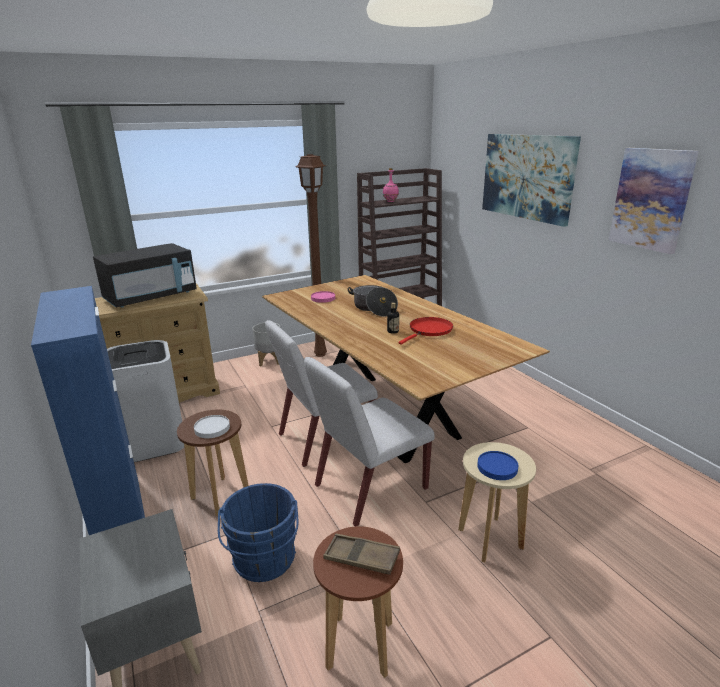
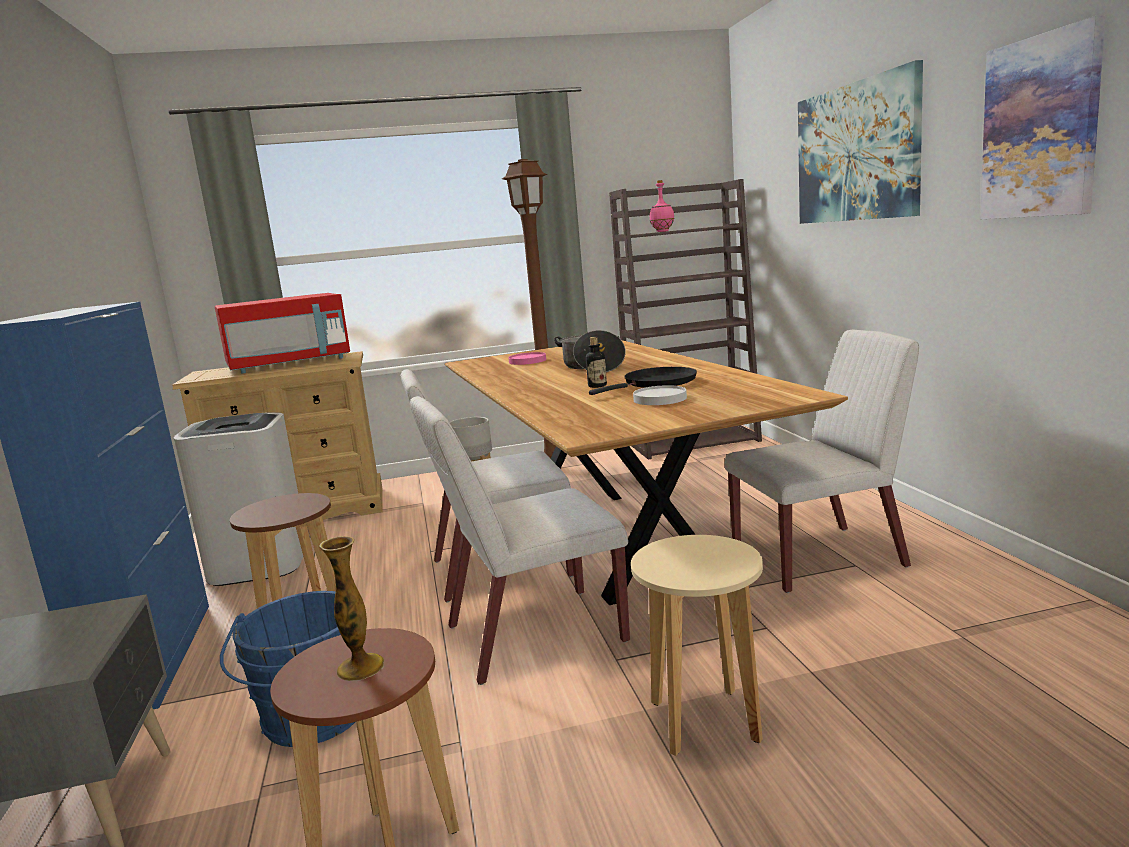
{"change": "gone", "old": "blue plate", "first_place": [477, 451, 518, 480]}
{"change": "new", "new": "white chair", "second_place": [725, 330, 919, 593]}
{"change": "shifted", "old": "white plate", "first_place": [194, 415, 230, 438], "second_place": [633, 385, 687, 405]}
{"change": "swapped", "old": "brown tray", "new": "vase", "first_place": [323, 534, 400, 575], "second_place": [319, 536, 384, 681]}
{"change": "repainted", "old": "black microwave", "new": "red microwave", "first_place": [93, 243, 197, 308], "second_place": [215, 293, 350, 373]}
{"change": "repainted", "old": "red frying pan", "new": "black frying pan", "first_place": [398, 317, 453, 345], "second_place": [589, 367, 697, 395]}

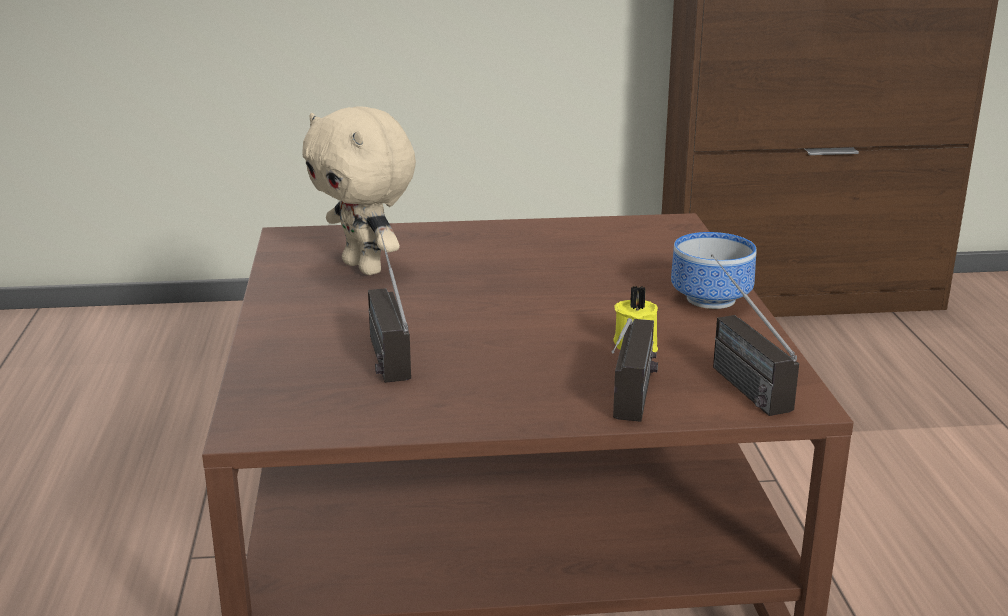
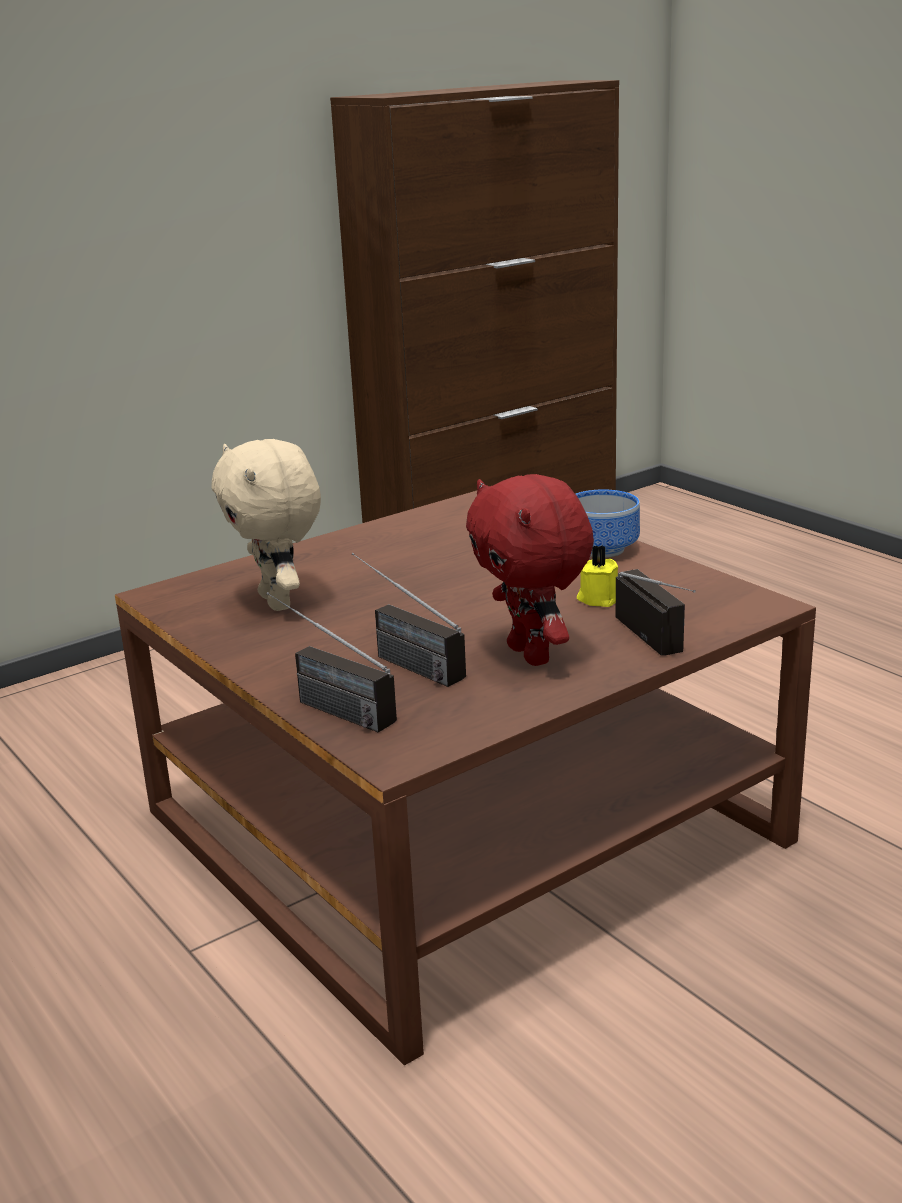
{"change": "new", "new": "red plush toy", "second_place": [466, 474, 594, 666]}
{"change": "shifted", "old": "radio", "first_place": [711, 254, 799, 416], "second_place": [266, 592, 397, 733]}
{"change": "rotated", "old": "beige plush toy", "first_place": [302, 106, 416, 275], "second_place": [211, 439, 321, 611], "degrees": 45}

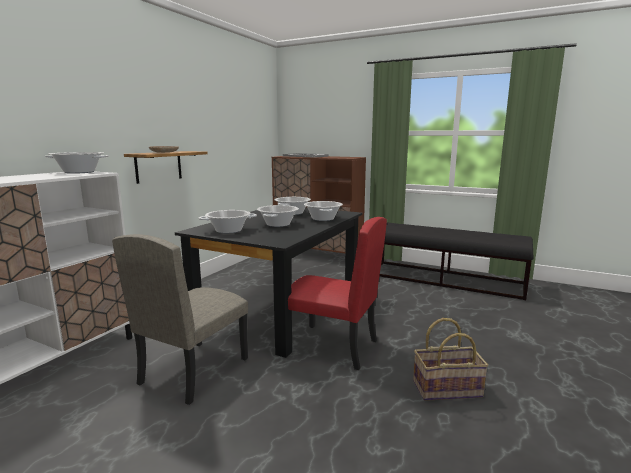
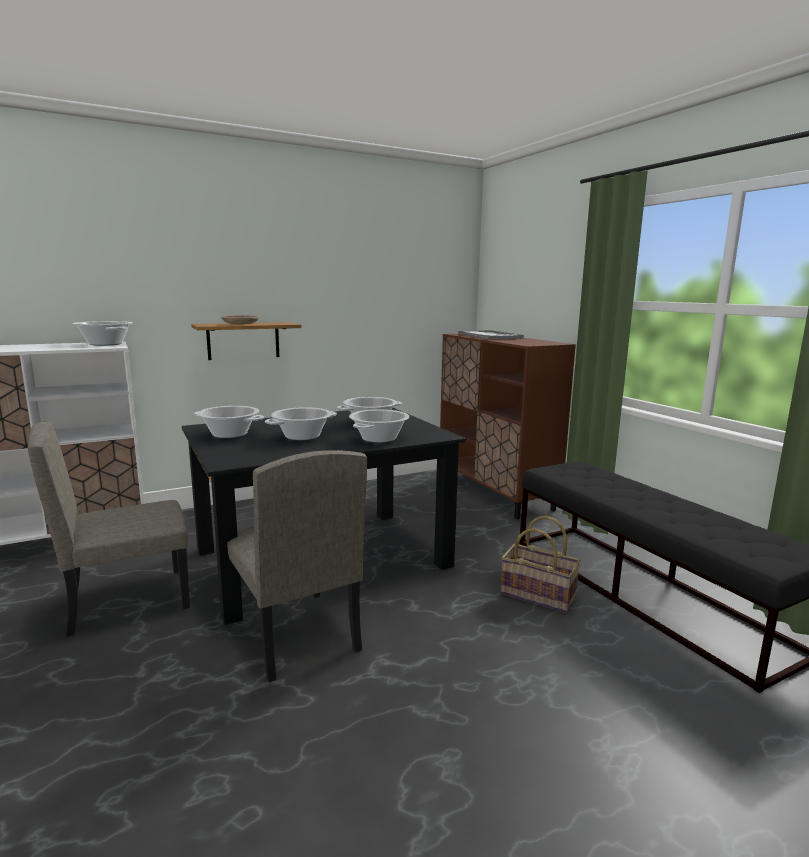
{"change": "shifted", "old": "basket", "first_place": [413, 318, 488, 401], "second_place": [500, 516, 581, 613]}
{"change": "repainted", "old": "red chair", "new": "beige chair", "first_place": [288, 217, 387, 370], "second_place": [227, 450, 367, 682]}

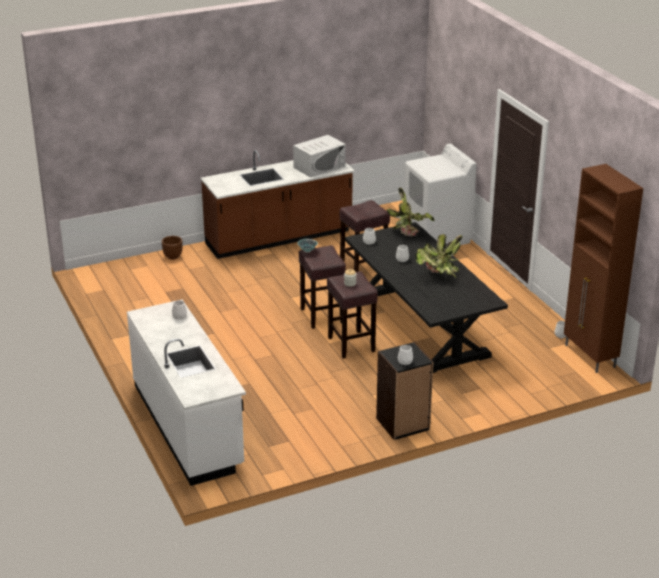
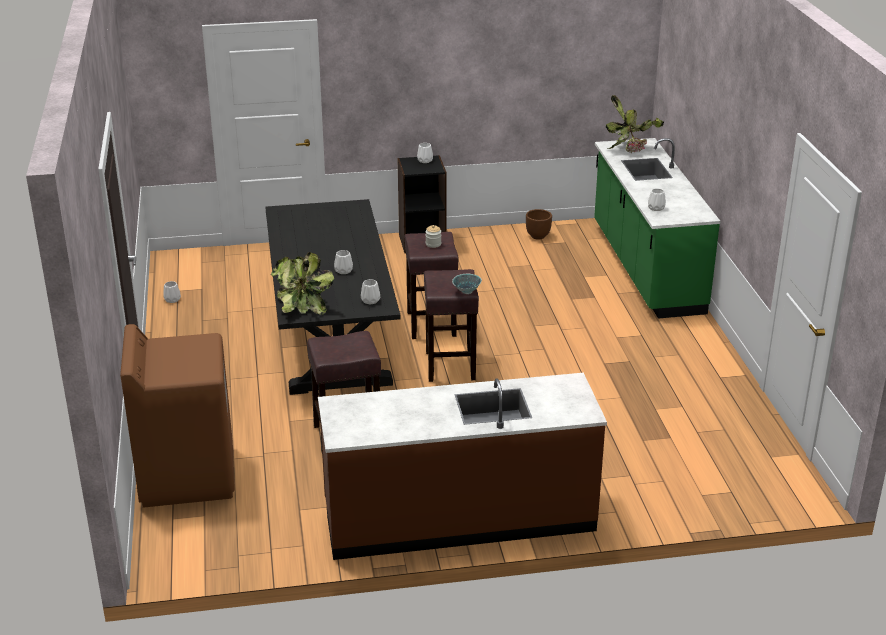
{"change": "gone", "old": "white microwave", "first_place": [293, 135, 345, 178]}
{"change": "gone", "old": "brown cabinet", "first_place": [564, 164, 643, 373]}
{"change": "shifted", "old": "brown planter", "first_place": [162, 236, 183, 260], "second_place": [526, 209, 552, 240]}
{"change": "shifted", "old": "potted plant", "first_place": [415, 234, 462, 277], "second_place": [606, 95, 664, 153]}
{"change": "repainted", "old": "white counter", "new": "green counter", "first_place": [127, 299, 246, 486], "second_place": [594, 138, 720, 319]}
{"change": "repainted", "old": "white washing machine", "new": "brown washing machine", "first_place": [404, 144, 477, 245], "second_place": [120, 324, 235, 508]}

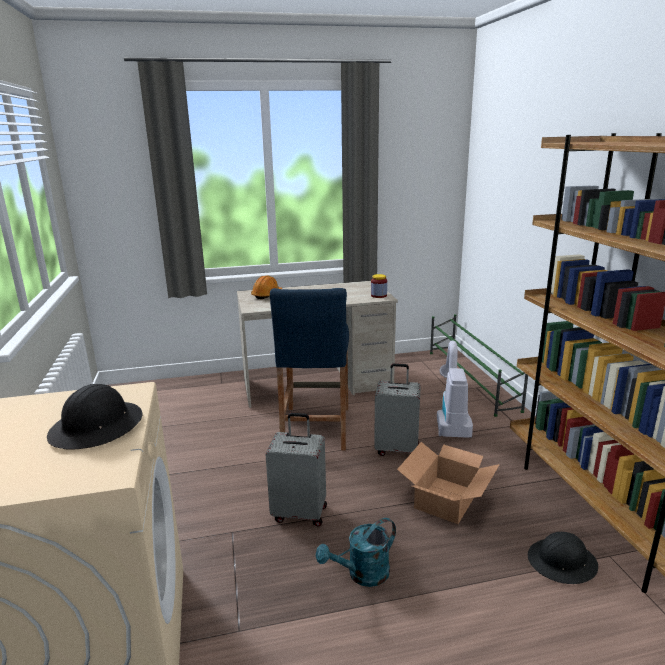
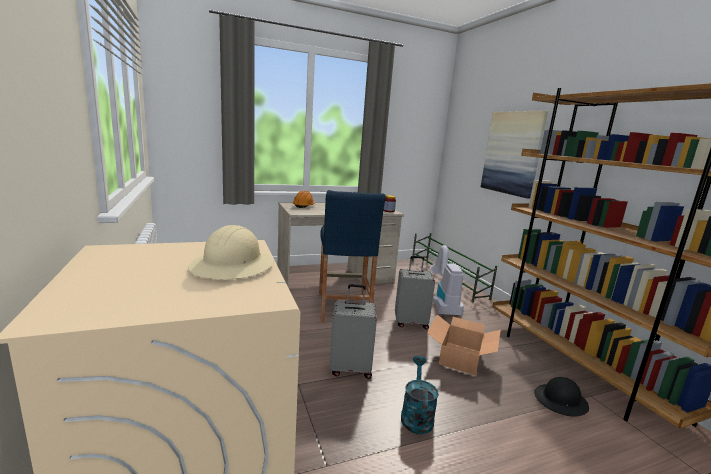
{"change": "new", "new": "picture", "second_place": [481, 110, 548, 199]}
{"change": "repainted", "old": "black hard hat", "new": "beige hard hat", "first_place": [47, 384, 142, 450], "second_place": [188, 225, 274, 280]}
{"change": "rotated", "old": "turquoise watering can", "first_place": [316, 518, 396, 587], "second_place": [401, 356, 439, 434], "degrees": 135}

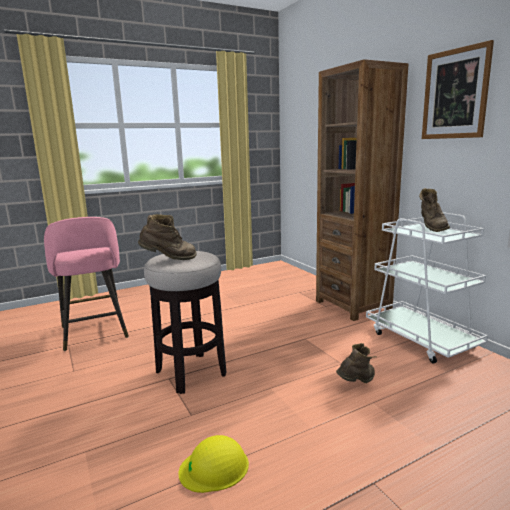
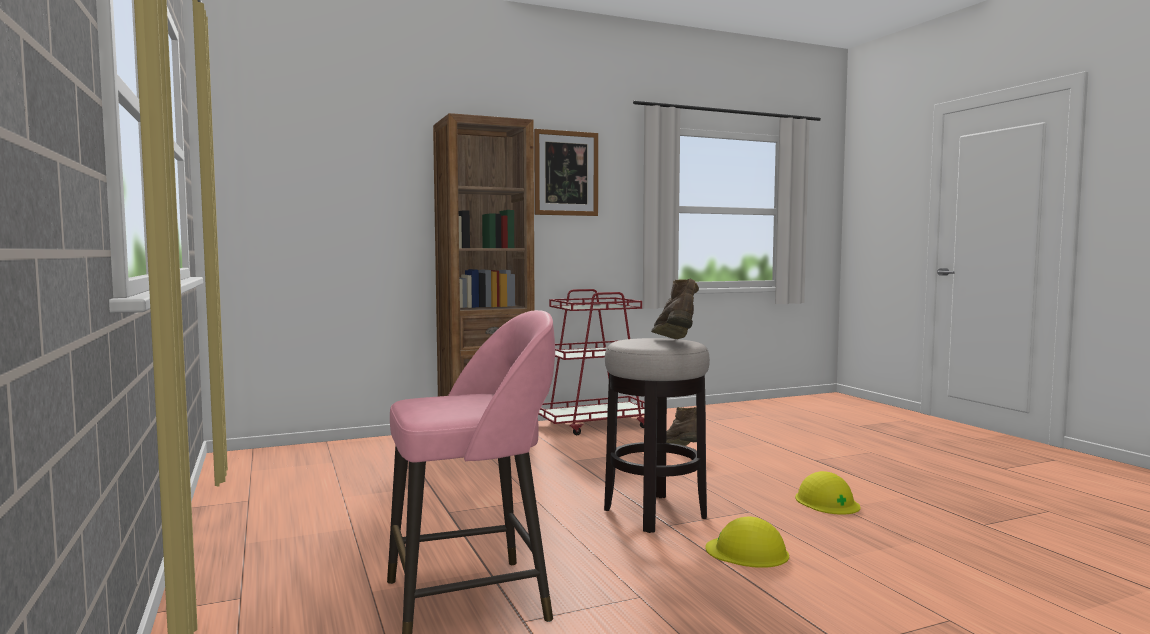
{"change": "gone", "old": "brown boot", "first_place": [419, 188, 450, 232]}
{"change": "new", "new": "yellow hard hat", "second_place": [705, 517, 789, 568]}
{"change": "repainted", "old": "white cart", "new": "red cart", "first_place": [366, 212, 488, 364], "second_place": [539, 289, 645, 435]}

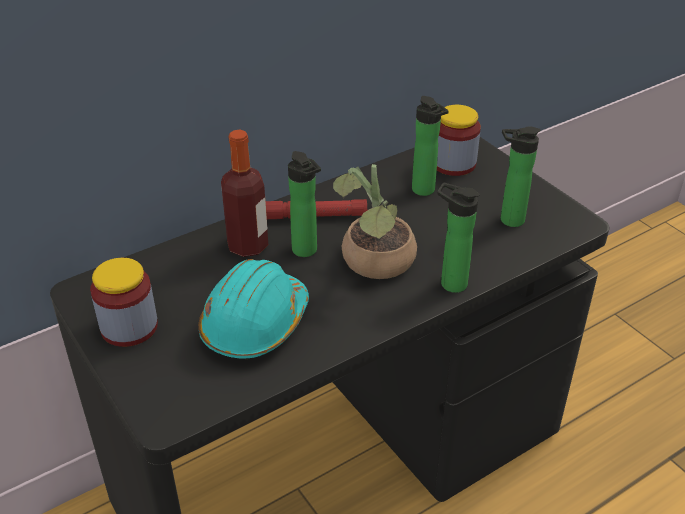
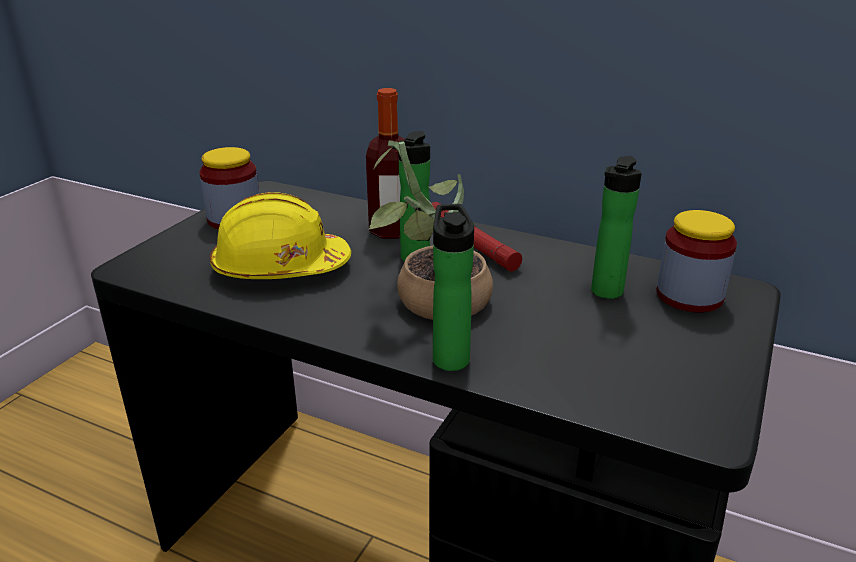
{"change": "gone", "old": "bottle", "first_place": [501, 126, 540, 227]}
{"change": "repainted", "old": "turquoise hard hat", "new": "yellow hard hat", "first_place": [199, 259, 309, 359], "second_place": [210, 192, 351, 279]}

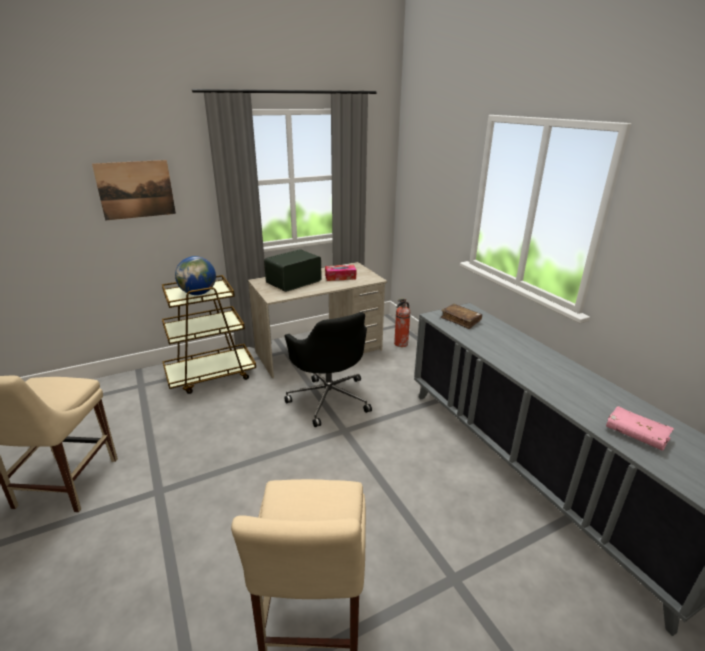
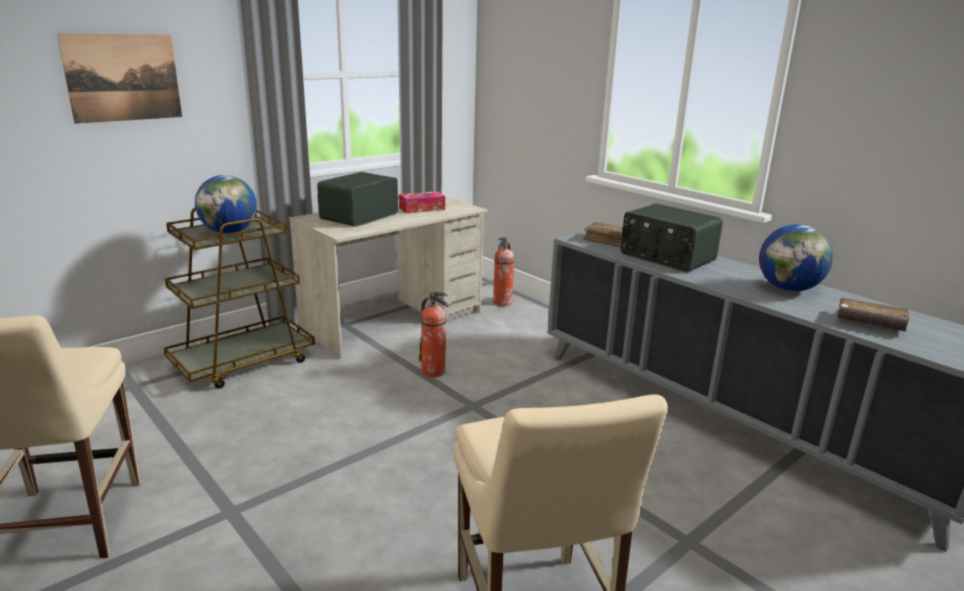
{"change": "new", "new": "radio", "second_place": [620, 204, 723, 272]}
{"change": "new", "new": "globe", "second_place": [759, 224, 833, 291]}
{"change": "swapped", "old": "black office chair", "new": "fire extinguisher", "first_place": [284, 312, 372, 427], "second_place": [418, 292, 449, 377]}
{"change": "repainted", "old": "pink book", "new": "brown book", "first_place": [606, 406, 674, 451], "second_place": [837, 297, 909, 331]}

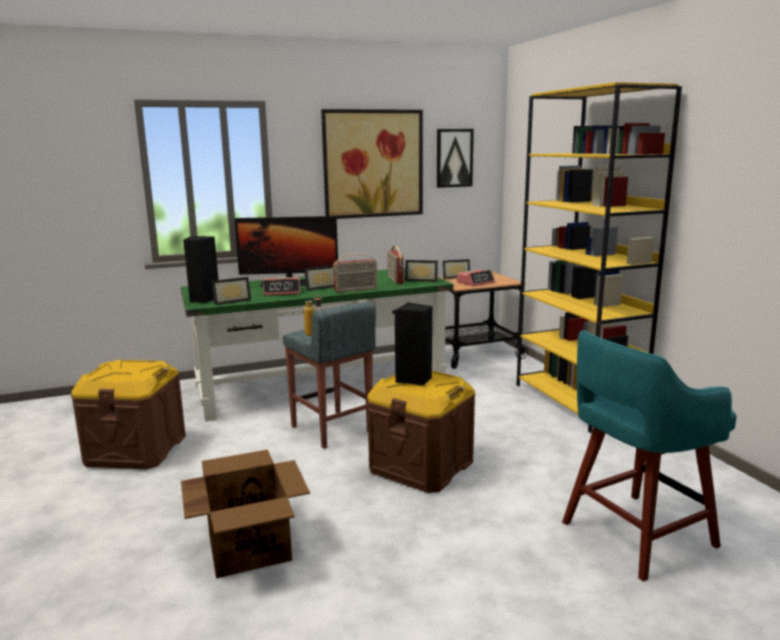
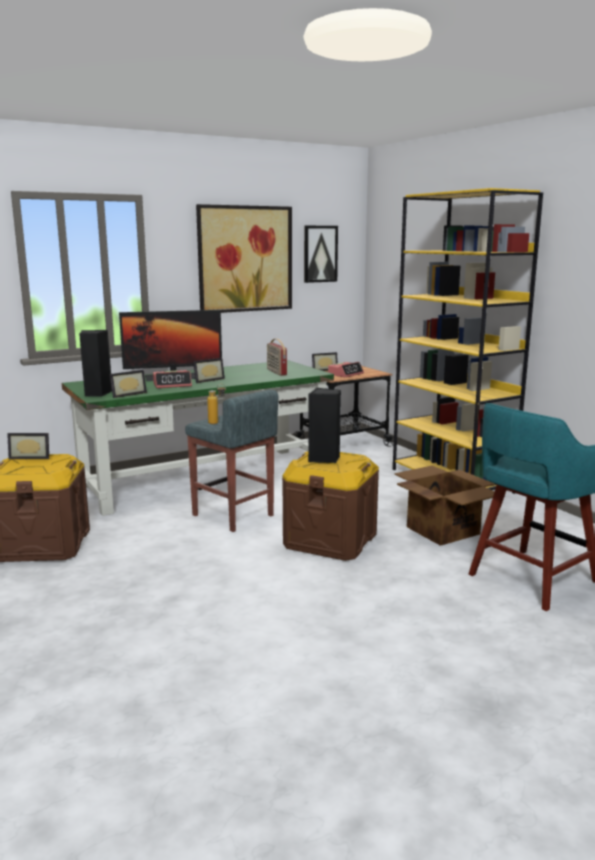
{"change": "gone", "old": "radio", "first_place": [333, 254, 377, 293]}
{"change": "shifted", "old": "cardboard box", "first_place": [181, 450, 310, 578], "second_place": [394, 466, 495, 546]}
{"change": "shifted", "old": "picture frame", "first_place": [405, 260, 438, 282], "second_place": [7, 433, 49, 459]}

